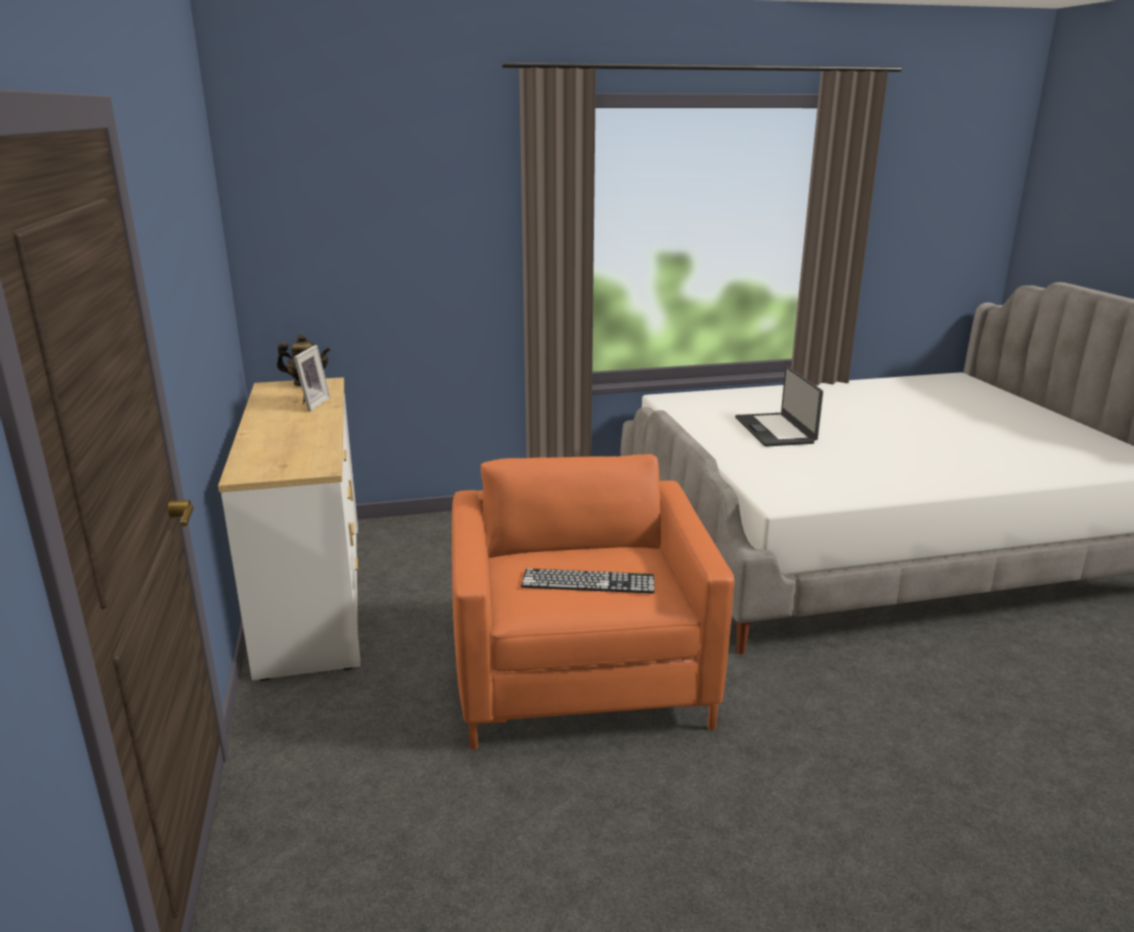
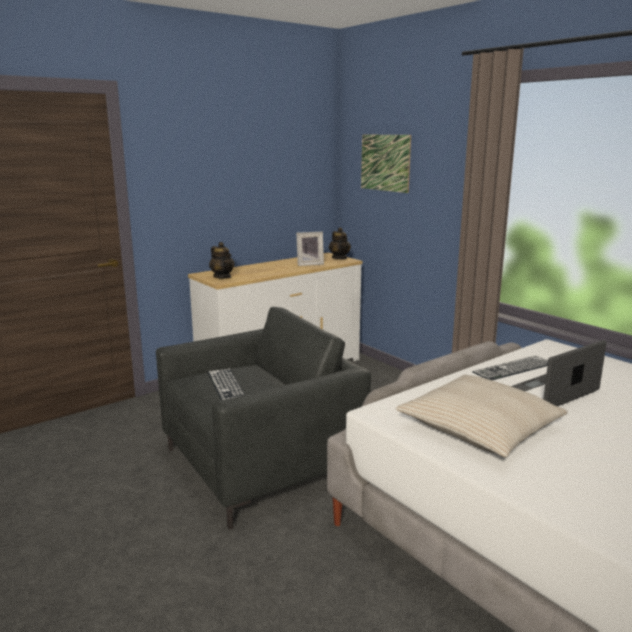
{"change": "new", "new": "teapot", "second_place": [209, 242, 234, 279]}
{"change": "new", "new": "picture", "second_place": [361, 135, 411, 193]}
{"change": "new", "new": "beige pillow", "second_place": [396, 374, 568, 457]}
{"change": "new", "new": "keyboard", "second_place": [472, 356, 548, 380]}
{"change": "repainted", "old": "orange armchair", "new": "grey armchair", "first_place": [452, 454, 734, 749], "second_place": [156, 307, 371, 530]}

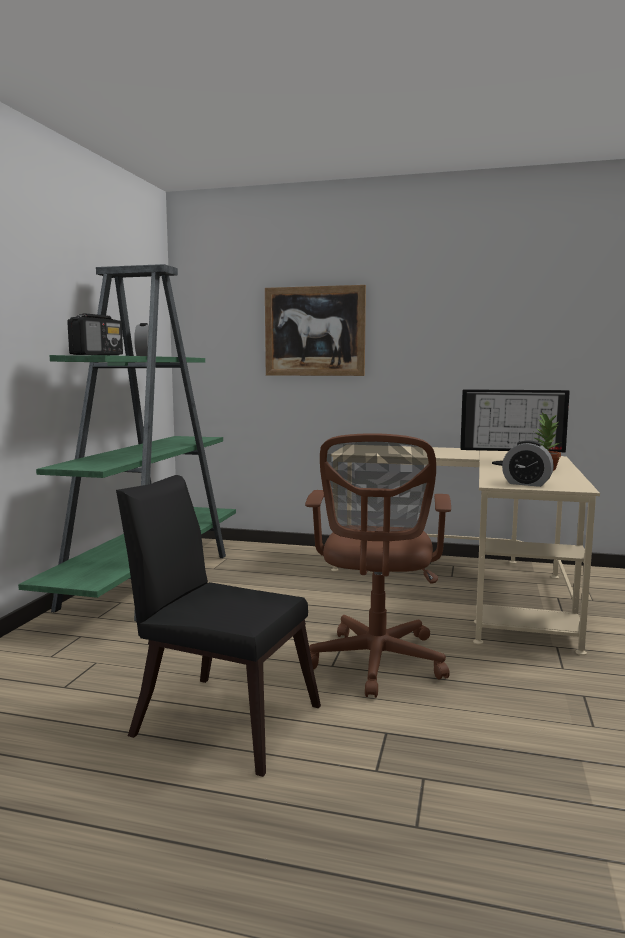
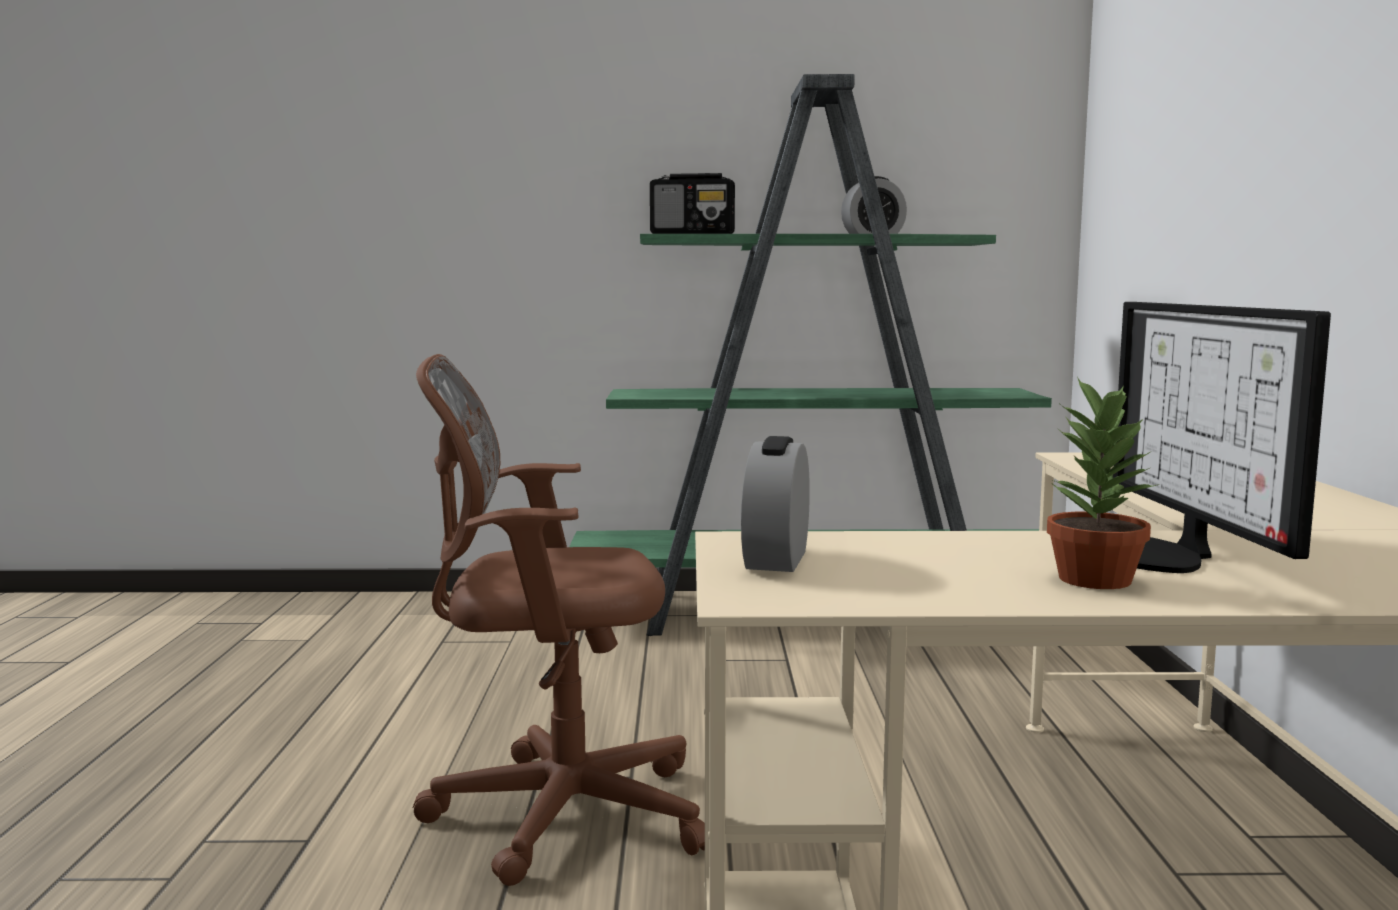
{"change": "gone", "old": "black chair", "first_place": [116, 475, 321, 777]}
{"change": "gone", "old": "picture", "first_place": [265, 285, 366, 376]}

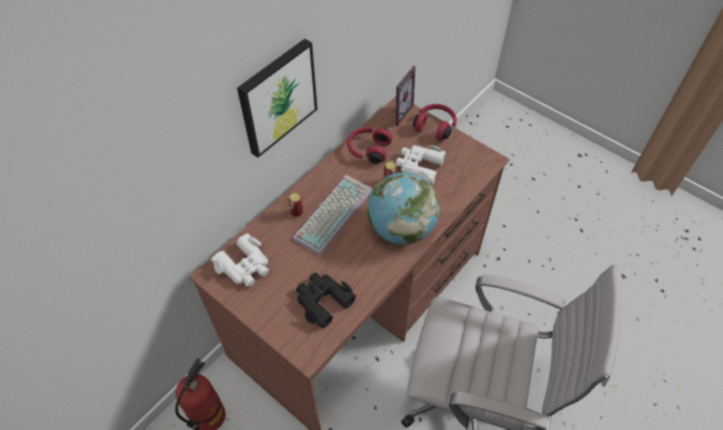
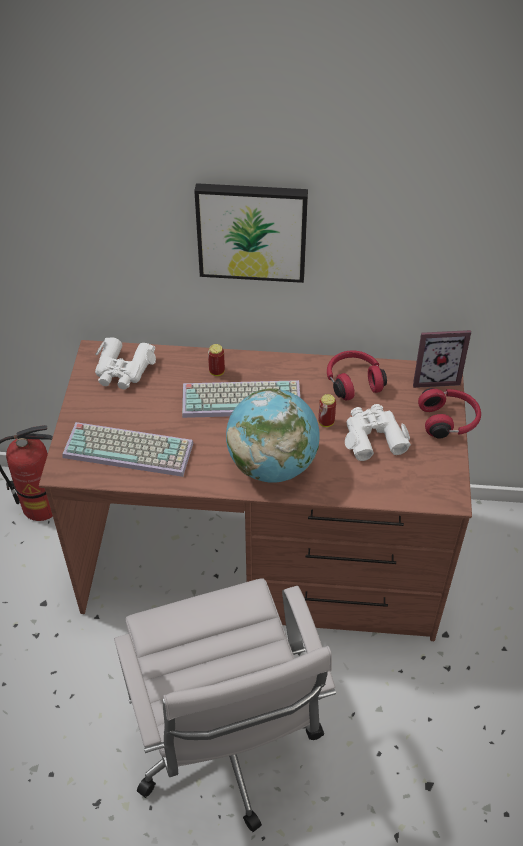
{"change": "swapped", "old": "black binoculars", "new": "keyboard", "first_place": [296, 273, 356, 328], "second_place": [62, 422, 193, 477]}

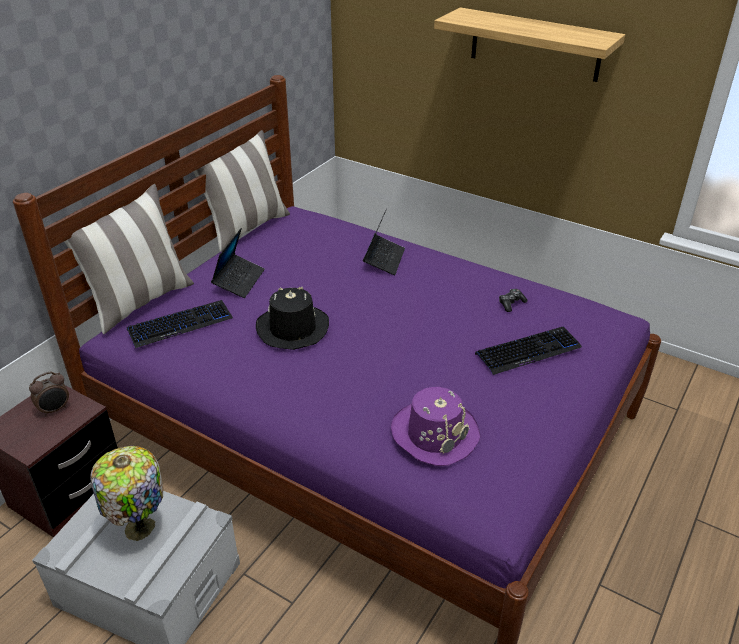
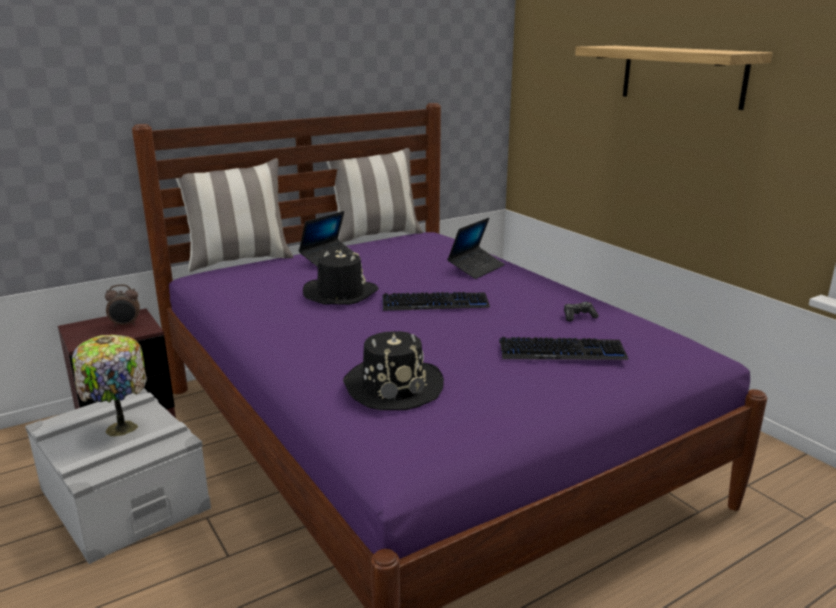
{"change": "shifted", "old": "keyboard", "first_place": [126, 300, 233, 348], "second_place": [382, 292, 490, 311]}
{"change": "repainted", "old": "purple hat", "new": "black hat", "first_place": [391, 387, 480, 466], "second_place": [343, 331, 444, 410]}

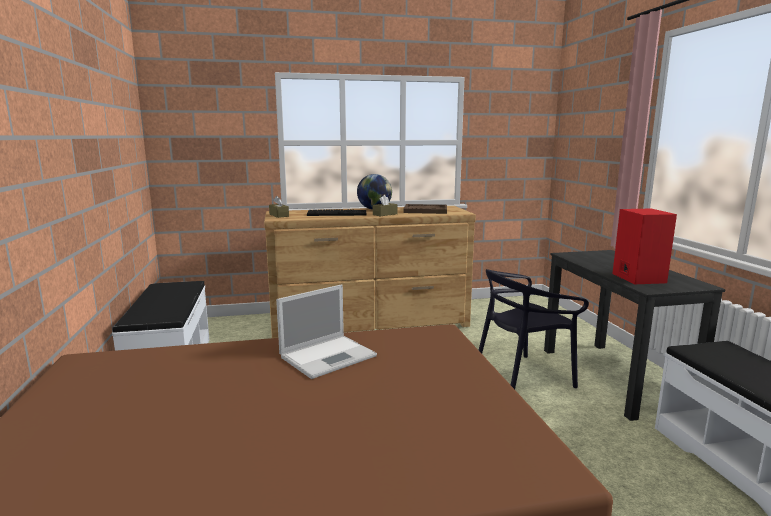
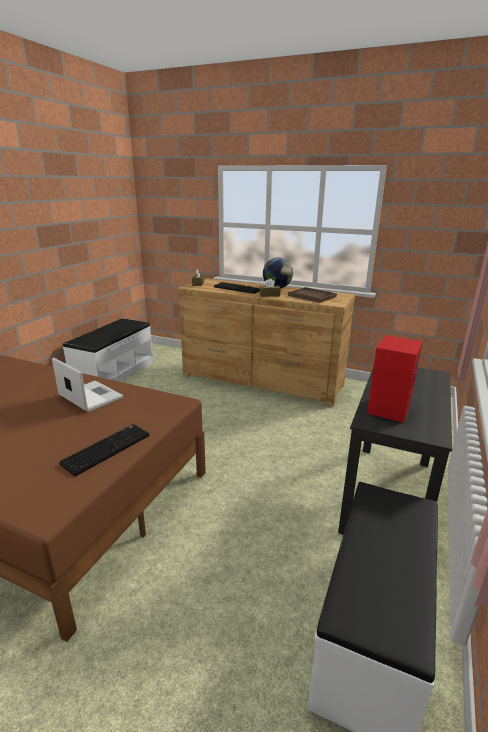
{"change": "gone", "old": "black chair", "first_place": [479, 269, 589, 389]}
{"change": "new", "new": "keyboard", "second_place": [59, 424, 149, 477]}
{"change": "rotated", "old": "laptop", "first_place": [276, 284, 377, 379], "second_place": [52, 358, 123, 412], "degrees": -135}

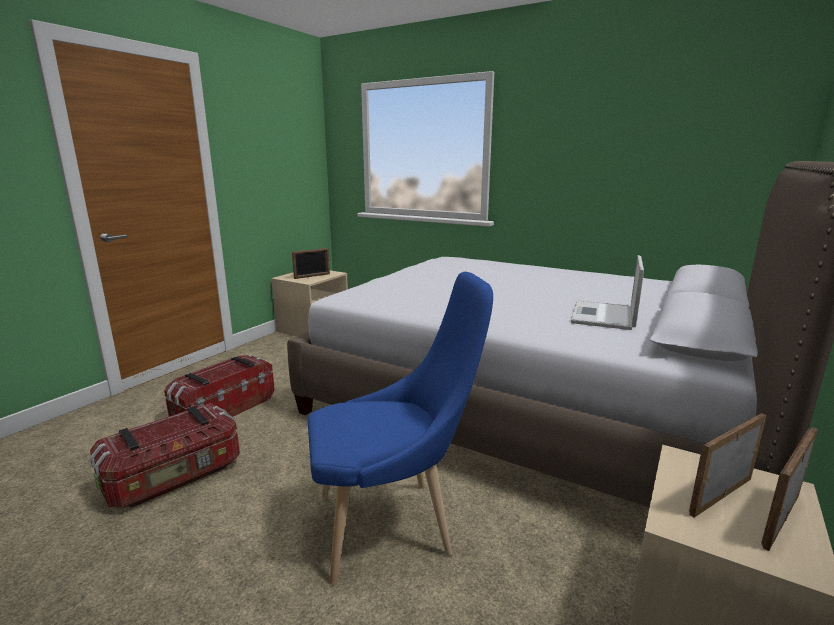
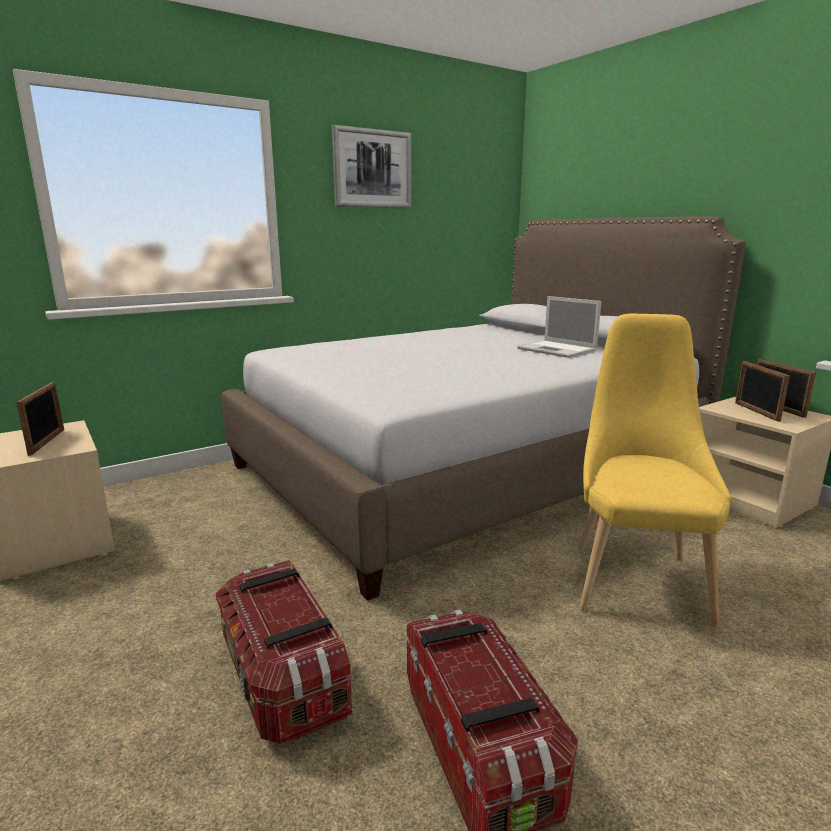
{"change": "new", "new": "picture", "second_place": [332, 125, 412, 208]}
{"change": "repainted", "old": "blue chair", "new": "yellow chair", "first_place": [308, 272, 493, 585], "second_place": [578, 314, 732, 627]}

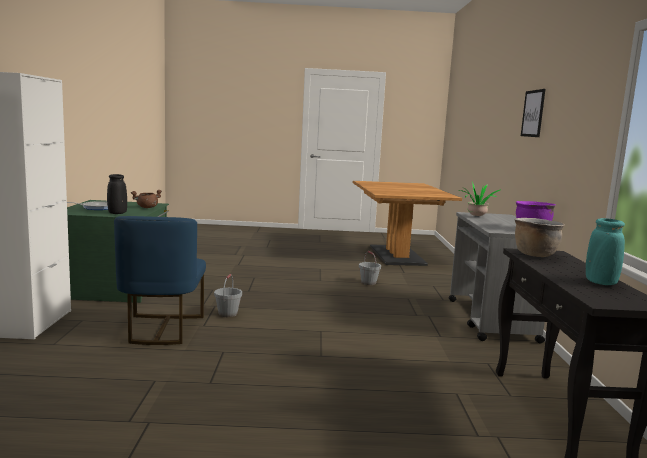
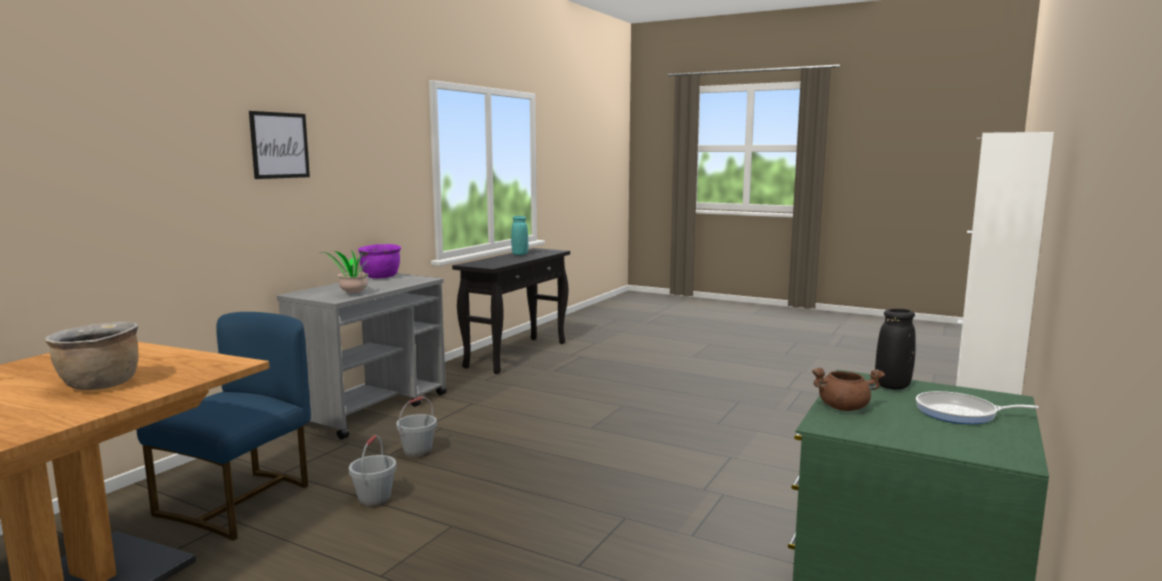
{"change": "shifted", "old": "blue chair", "first_place": [114, 216, 206, 345], "second_place": [137, 312, 311, 541]}
{"change": "shifted", "old": "grey bucket", "first_place": [214, 274, 242, 317], "second_place": [396, 396, 437, 458]}
{"change": "shifted", "old": "brown cooking pot", "first_place": [514, 218, 565, 257], "second_place": [45, 322, 138, 390]}

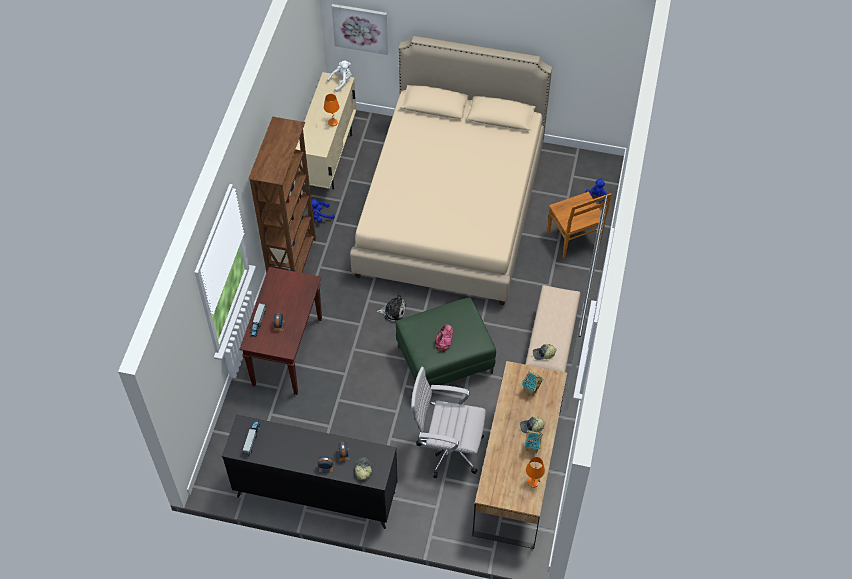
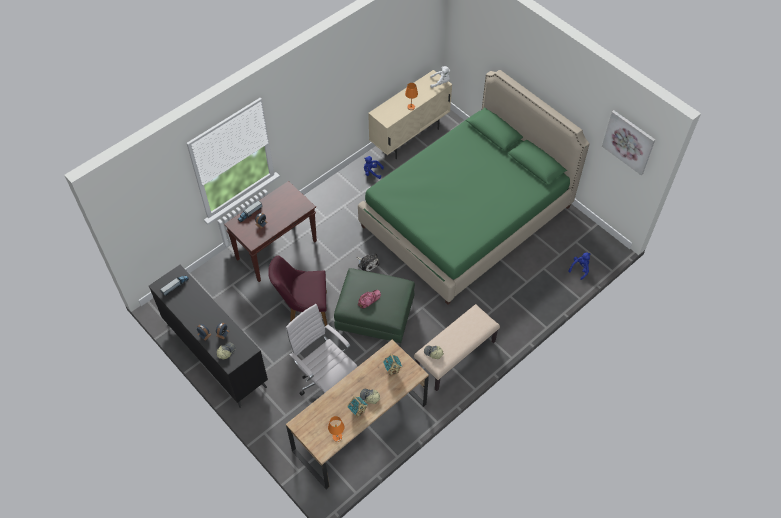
{"change": "gone", "old": "brown bookcase", "first_place": [248, 116, 316, 273]}
{"change": "gone", "old": "brown chair", "first_place": [547, 192, 611, 259]}
{"change": "new", "new": "purple chair", "second_place": [268, 255, 327, 326]}
{"change": "shifted", "old": "picture", "first_place": [331, 4, 388, 55], "second_place": [602, 110, 655, 175]}
{"change": "repainted", "old": "beige bed", "new": "green bed", "first_place": [350, 36, 552, 305], "second_place": [358, 70, 590, 305]}

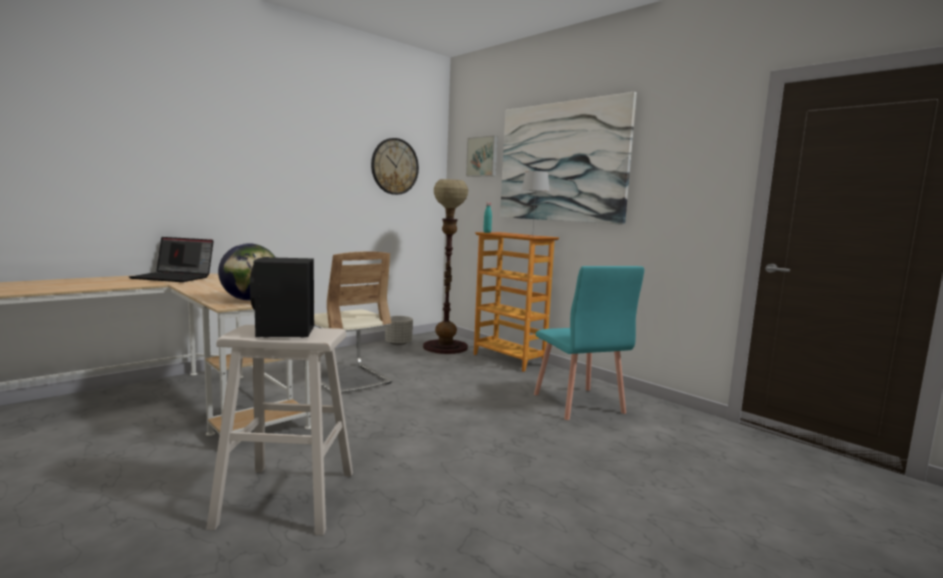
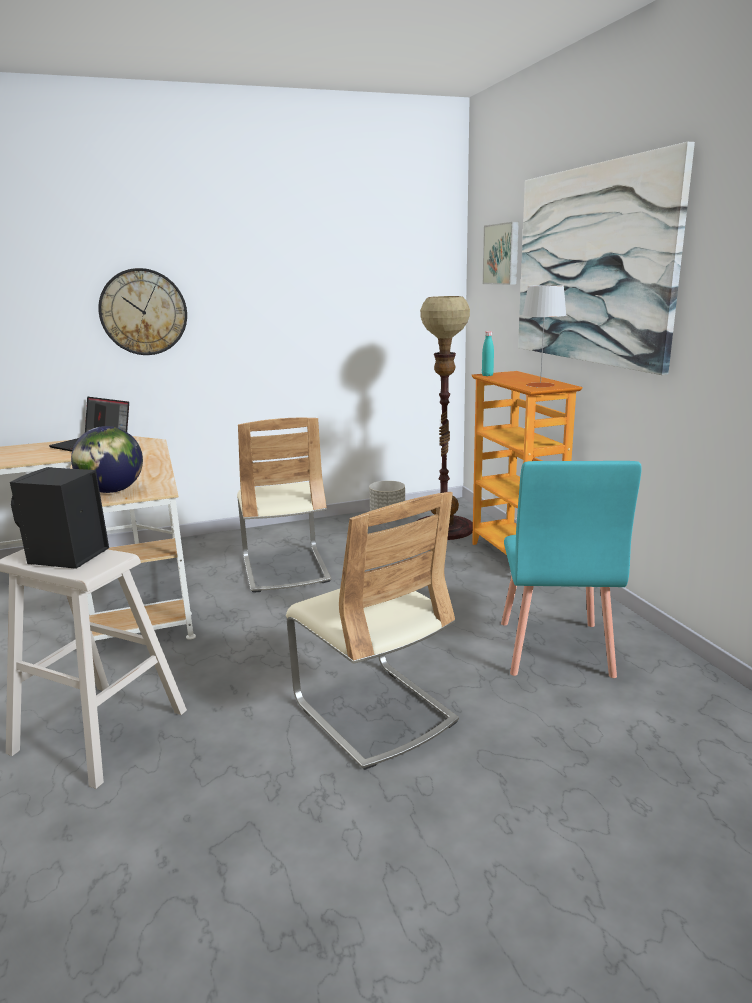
{"change": "new", "new": "beige chair", "second_place": [286, 492, 459, 770]}
{"change": "shifted", "old": "wall clock", "first_place": [371, 138, 419, 195], "second_place": [98, 268, 187, 355]}

